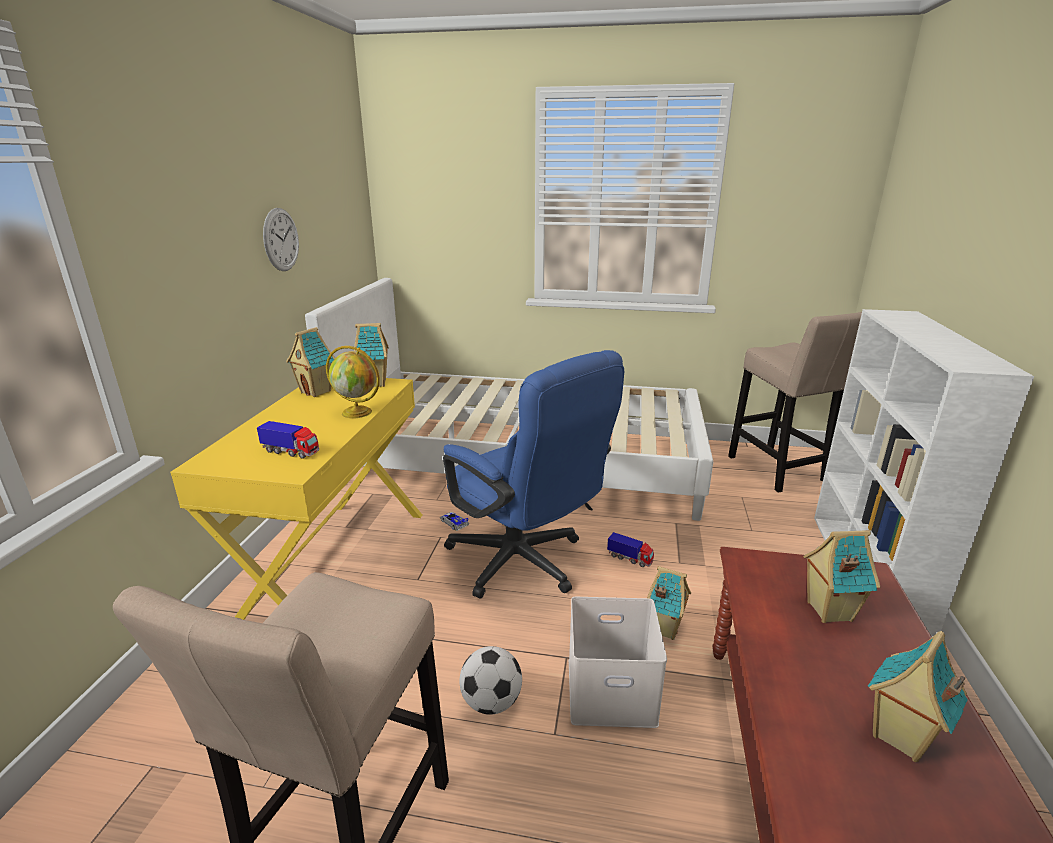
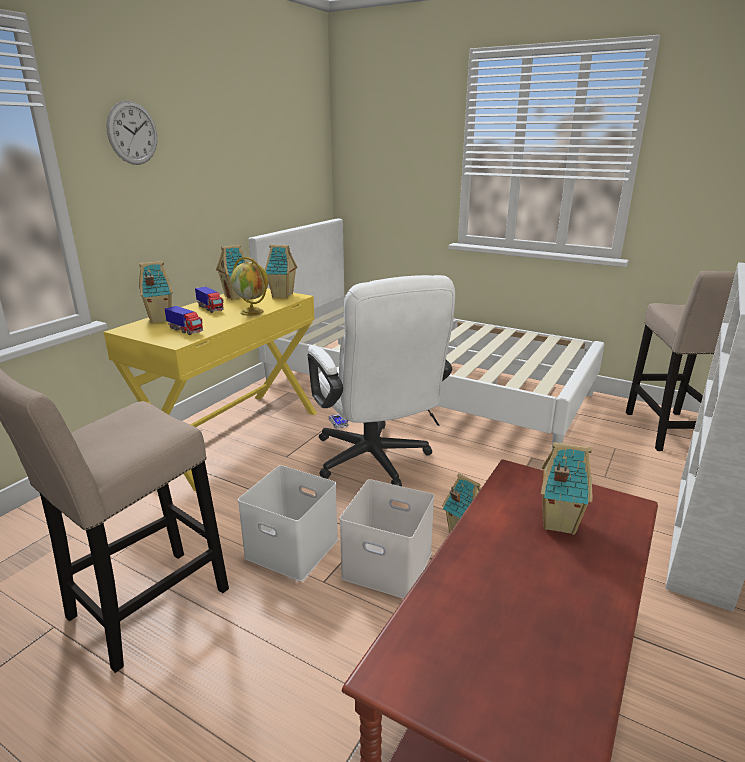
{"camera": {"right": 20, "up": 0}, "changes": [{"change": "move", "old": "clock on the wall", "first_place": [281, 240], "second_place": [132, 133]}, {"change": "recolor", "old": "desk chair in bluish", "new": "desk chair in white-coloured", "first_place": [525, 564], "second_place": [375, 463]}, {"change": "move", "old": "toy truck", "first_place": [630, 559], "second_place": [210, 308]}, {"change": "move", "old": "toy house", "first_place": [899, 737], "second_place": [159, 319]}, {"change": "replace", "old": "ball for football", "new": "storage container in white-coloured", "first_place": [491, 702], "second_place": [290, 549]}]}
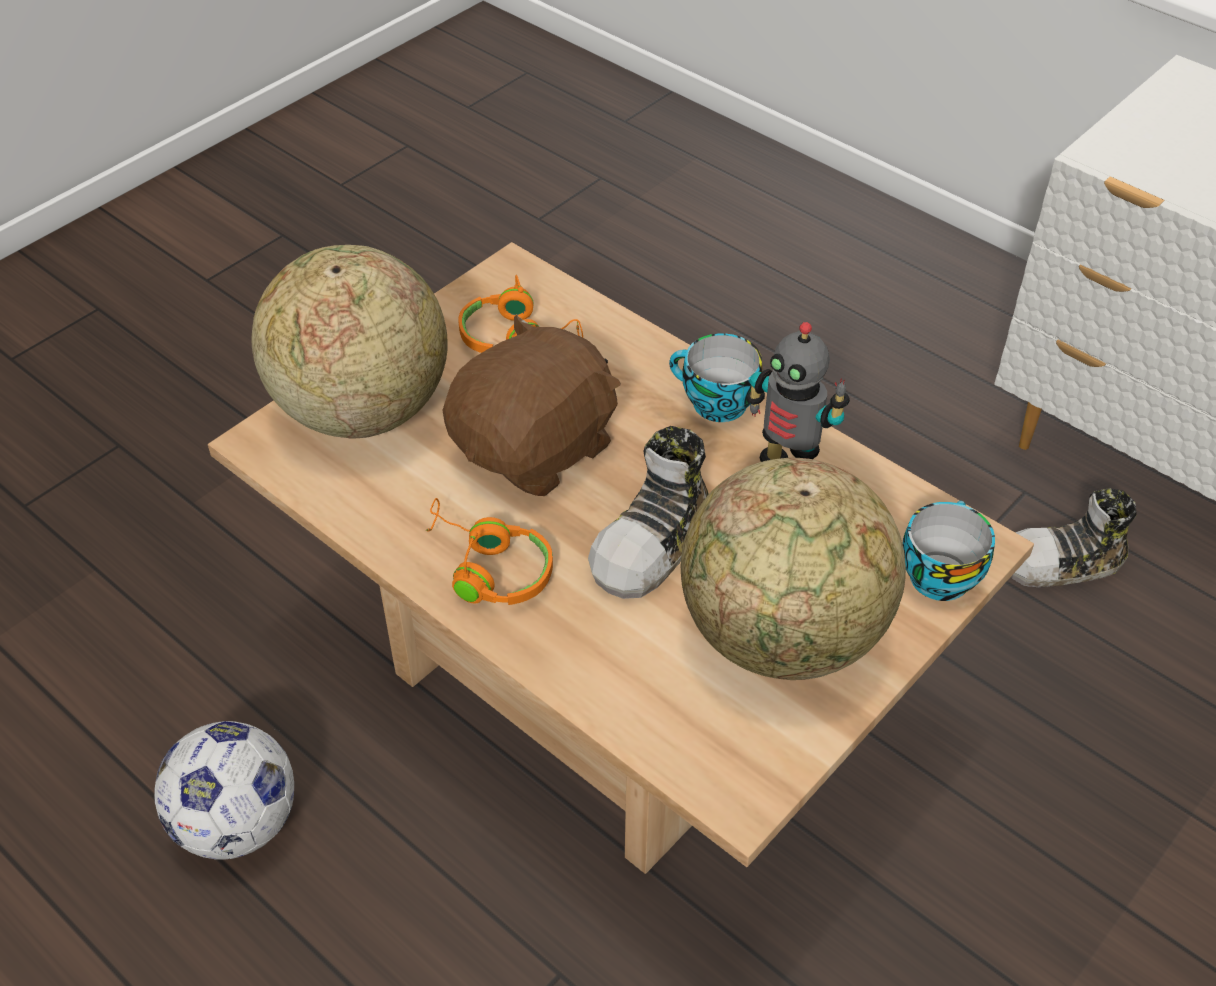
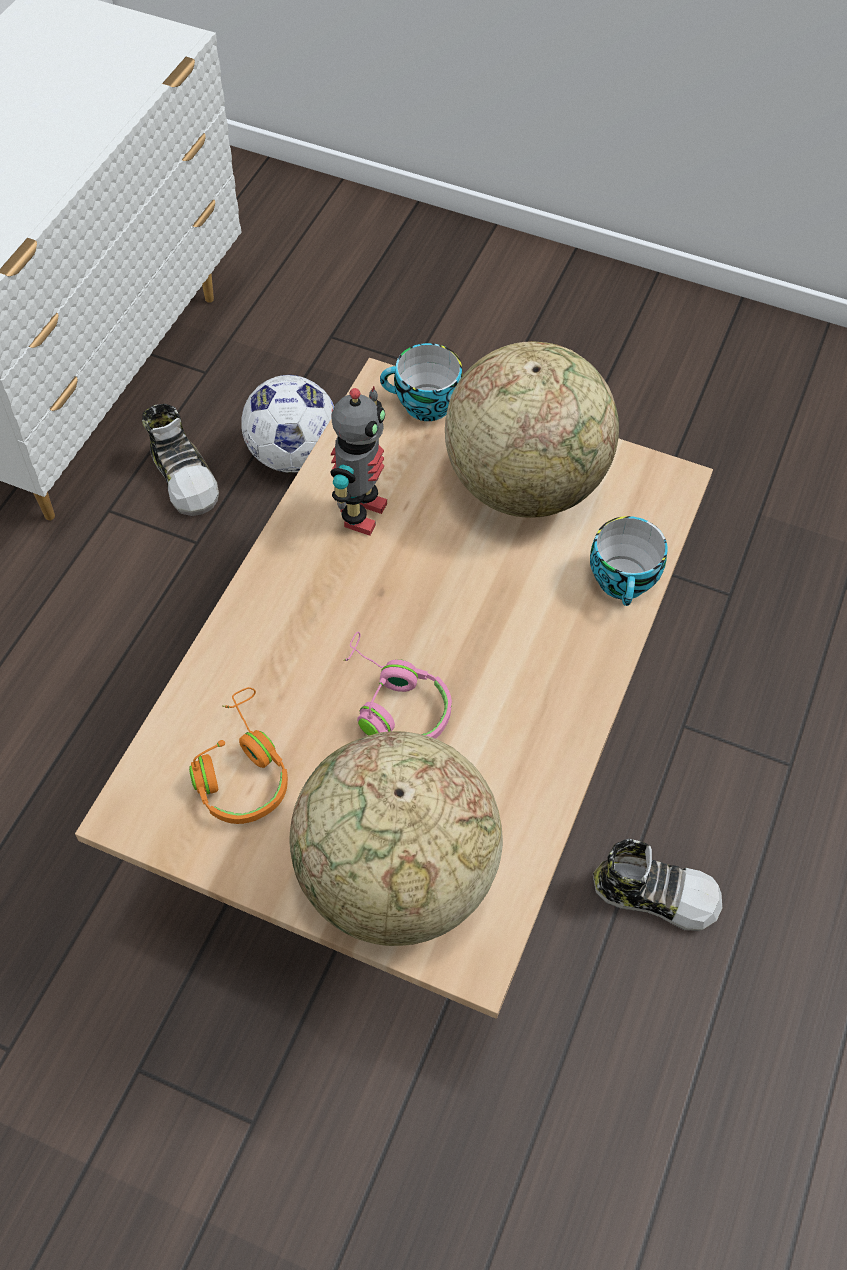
{"camera": {"right": -110, "up": 10}, "changes": [{"change": "replace", "old": "soft toy in brown", "new": "headset in pink-coloured", "first_place": [537, 449], "second_place": [393, 703]}, {"change": "move", "old": "cup", "first_place": [714, 404], "second_place": [624, 582]}, {"change": "move", "old": "shoe", "first_place": [654, 544], "second_place": [655, 893]}, {"change": "delete", "old": "headset in orange", "first_place": [487, 568]}, {"change": "move", "old": "ball for football", "first_place": [237, 824], "second_place": [293, 455]}]}
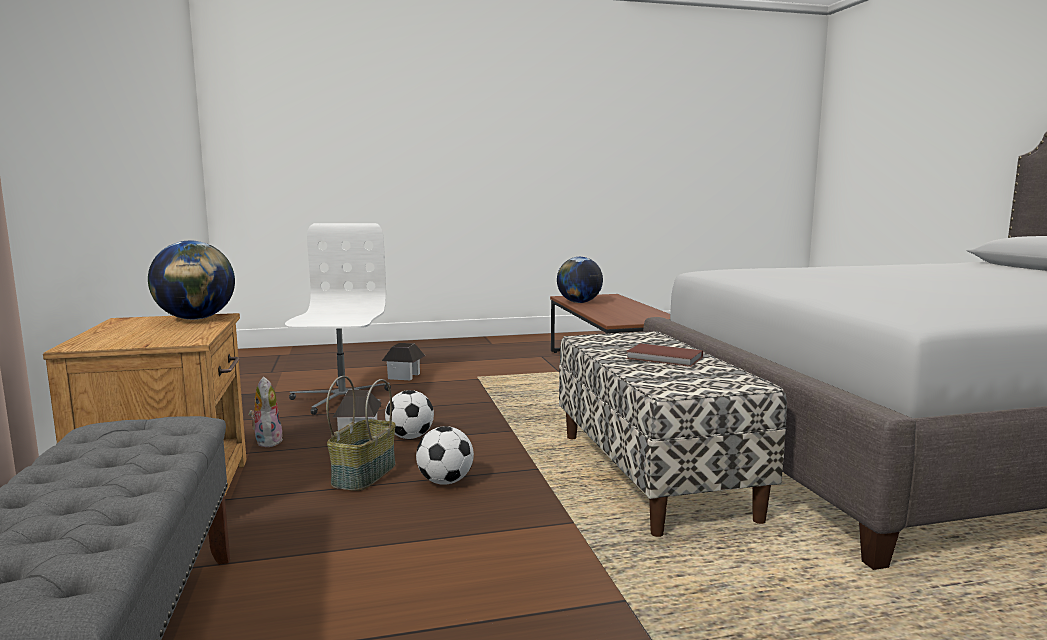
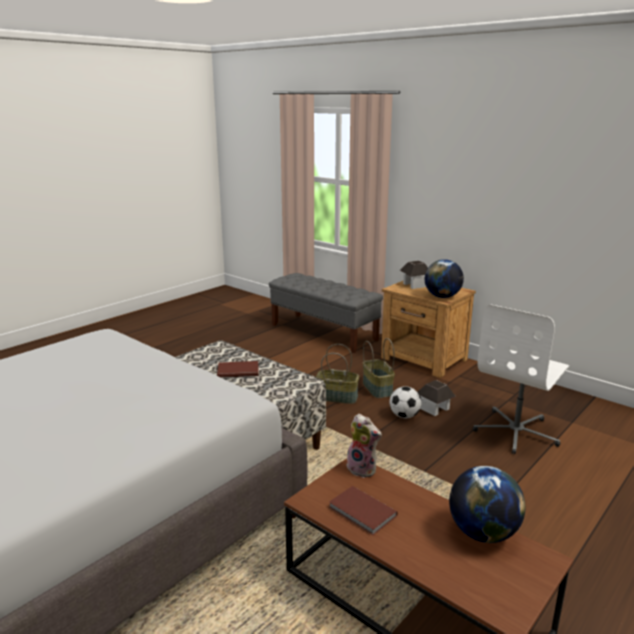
{"camera": {"right": 145, "up": 10}, "changes": [{"change": "rotate", "old": "desk chair in white-coloured", "first_place": [341, 399], "second_place": [516, 432], "degrees": 75}, {"change": "move", "old": "toy house", "first_place": [404, 376], "second_place": [415, 285]}, {"change": "move", "old": "soft toy", "first_place": [267, 441], "second_place": [363, 469]}, {"change": "replace", "old": "ball for football", "new": "basket", "first_place": [445, 482], "second_place": [337, 397]}, {"change": "insert", "new": "volume in brown", "second_place": [362, 513]}]}
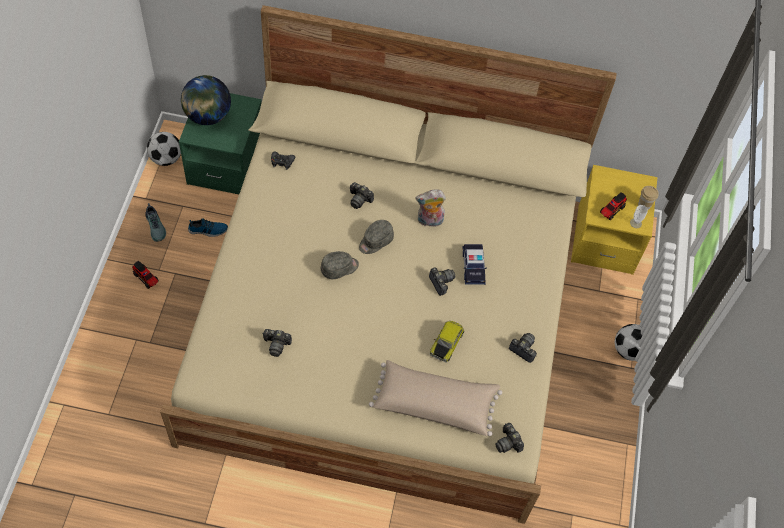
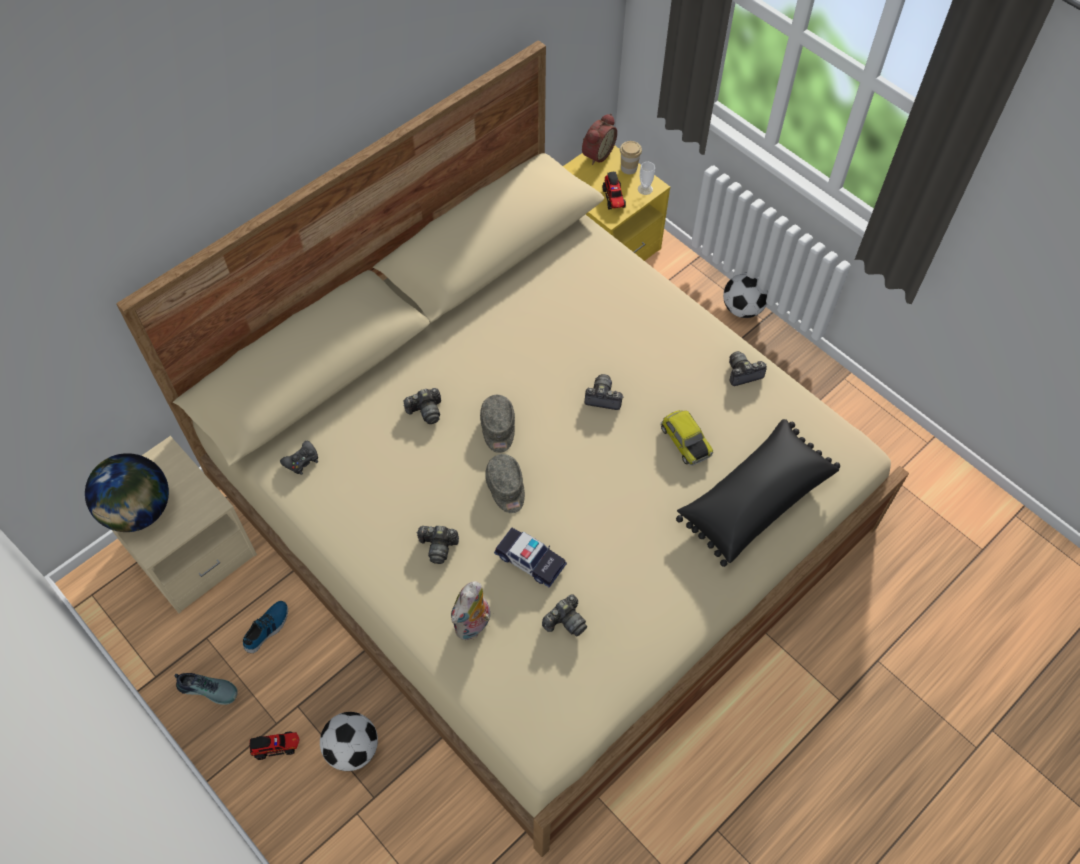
{"camera": {"right": -50, "up": 0}, "changes": [{"change": "recolor", "old": "bedside table in green-coloured", "new": "bedside table in beige-coloured", "first_place": [226, 164], "second_place": [189, 549]}, {"change": "move", "old": "ball for football", "first_place": [166, 159], "second_place": [352, 749]}, {"change": "move", "old": "soft toy", "first_place": [429, 221], "second_place": [473, 625]}, {"change": "move", "old": "miniature car", "first_place": [473, 267], "second_place": [530, 560]}, {"change": "rotate", "old": "peaked cap in gray", "first_place": [339, 268], "second_place": [506, 488], "degrees": 150}, {"change": "recolor", "old": "cushion in beige-coloured", "new": "cushion in blackish", "first_place": [434, 403], "second_place": [753, 499]}, {"change": "move", "old": "photo camera", "first_place": [508, 442], "second_place": [438, 546]}, {"change": "insert", "new": "bedside clock", "second_place": [596, 154]}]}
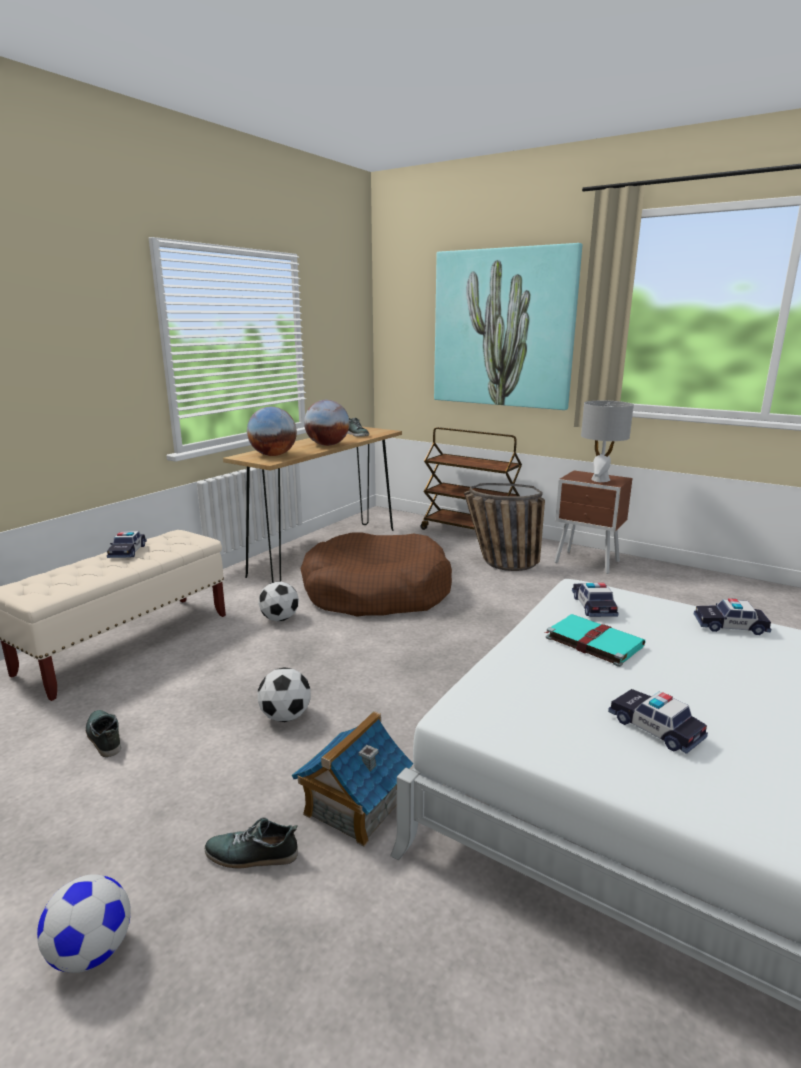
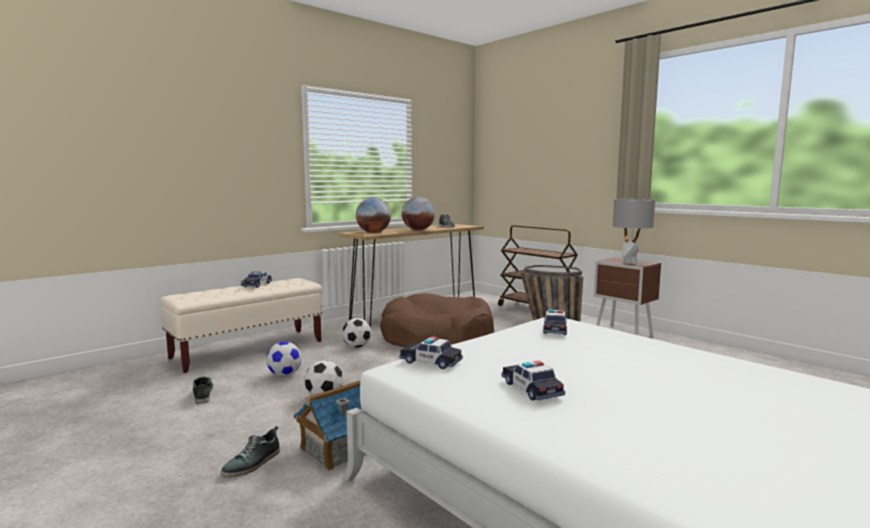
{"camera": {"right": 15, "up": -10}, "changes": [{"change": "delete", "old": "wall art", "first_place": [503, 329]}, {"change": "move", "old": "miniature car", "first_place": [730, 626], "second_place": [430, 361]}, {"change": "delete", "old": "volume in turquoise", "first_place": [592, 641]}, {"change": "rotate", "old": "shoe", "first_place": [252, 855], "second_place": [252, 463], "degrees": -75}, {"change": "move", "old": "ball for football", "first_place": [92, 951], "second_place": [285, 375]}]}
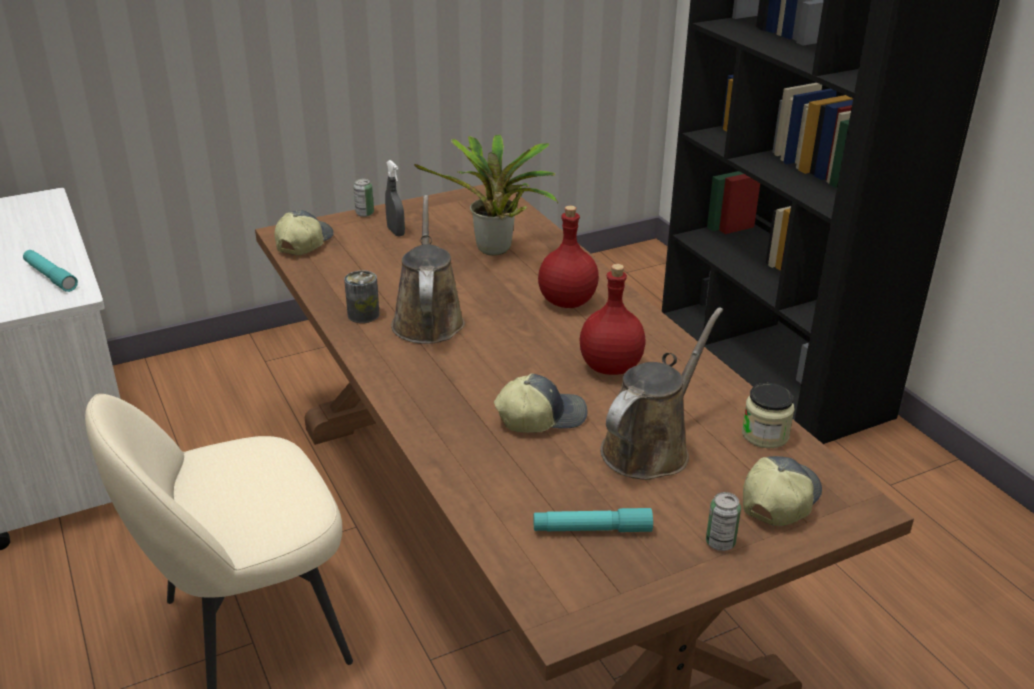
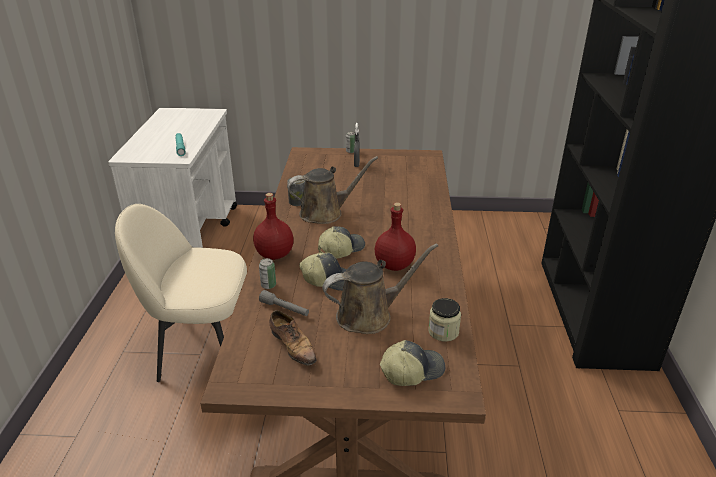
{"camera": {"right": 30, "up": 0}, "changes": [{"change": "delete", "old": "houseplant", "first_place": [496, 251]}, {"change": "rotate", "old": "watering can in brown", "first_place": [428, 320], "second_place": [325, 213], "degrees": 45}, {"change": "move", "old": "drink bottle in reddish", "first_place": [566, 301], "second_place": [274, 254]}, {"change": "move", "old": "peaked cap", "first_place": [303, 243], "second_place": [340, 249]}, {"change": "move", "old": "sealed can", "first_place": [720, 543], "second_place": [268, 285]}, {"change": "replace", "old": "torch in turquoise", "new": "shoe", "first_place": [592, 529], "second_place": [293, 346]}, {"change": "insert", "new": "torch in gray", "second_place": [284, 309]}]}
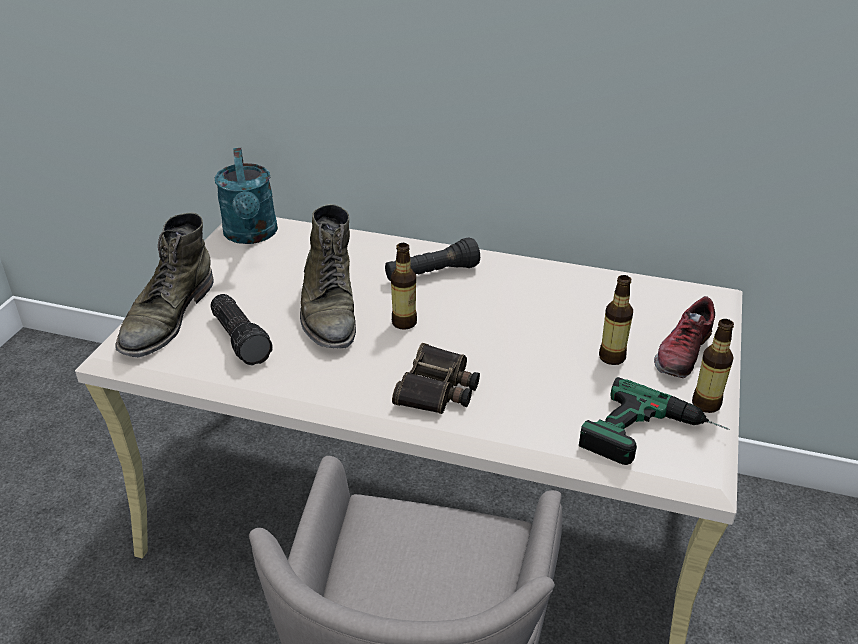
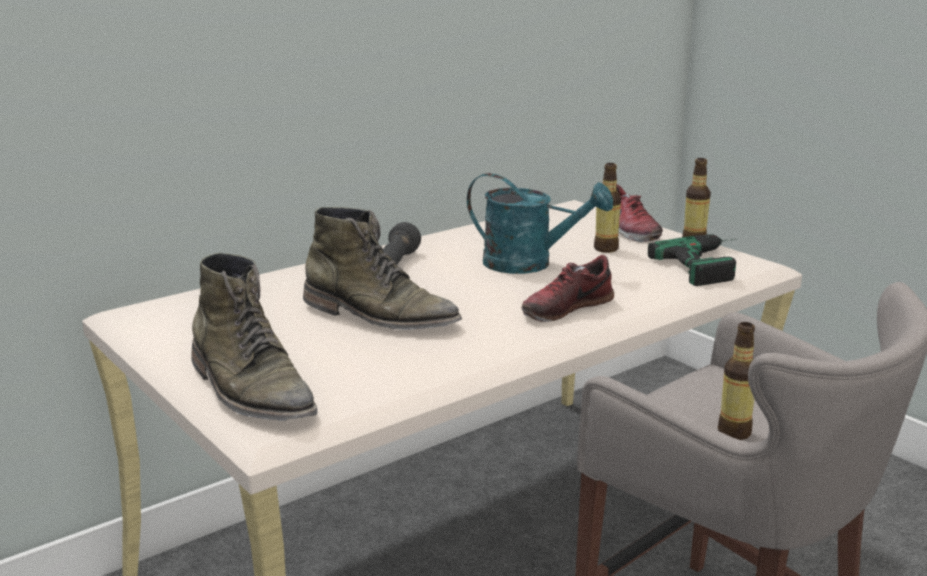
{"camera": {"right": -55, "up": -15}, "changes": [{"change": "move", "old": "watering can in turquoise", "first_place": [251, 235], "second_place": [529, 264]}, {"change": "move", "old": "drink bottle", "first_place": [404, 322], "second_place": [734, 432]}, {"change": "delete", "old": "torch", "first_place": [242, 339]}, {"change": "replace", "old": "pair of binoculars", "new": "shoe", "first_place": [438, 389], "second_place": [566, 308]}]}
